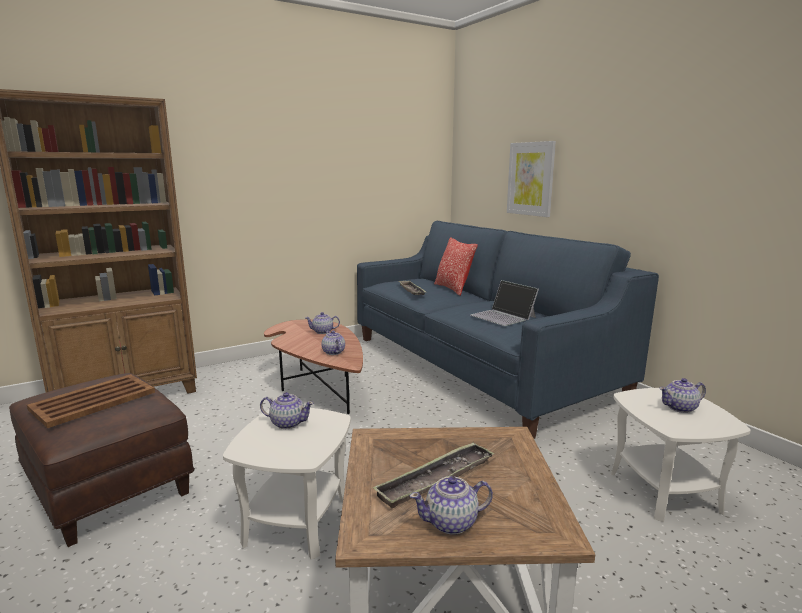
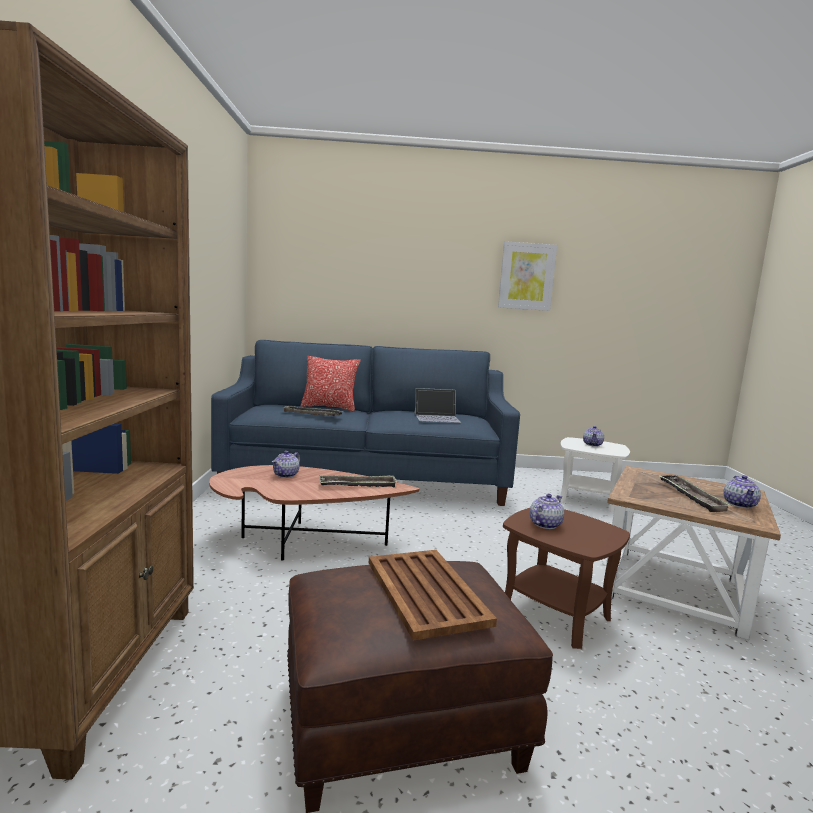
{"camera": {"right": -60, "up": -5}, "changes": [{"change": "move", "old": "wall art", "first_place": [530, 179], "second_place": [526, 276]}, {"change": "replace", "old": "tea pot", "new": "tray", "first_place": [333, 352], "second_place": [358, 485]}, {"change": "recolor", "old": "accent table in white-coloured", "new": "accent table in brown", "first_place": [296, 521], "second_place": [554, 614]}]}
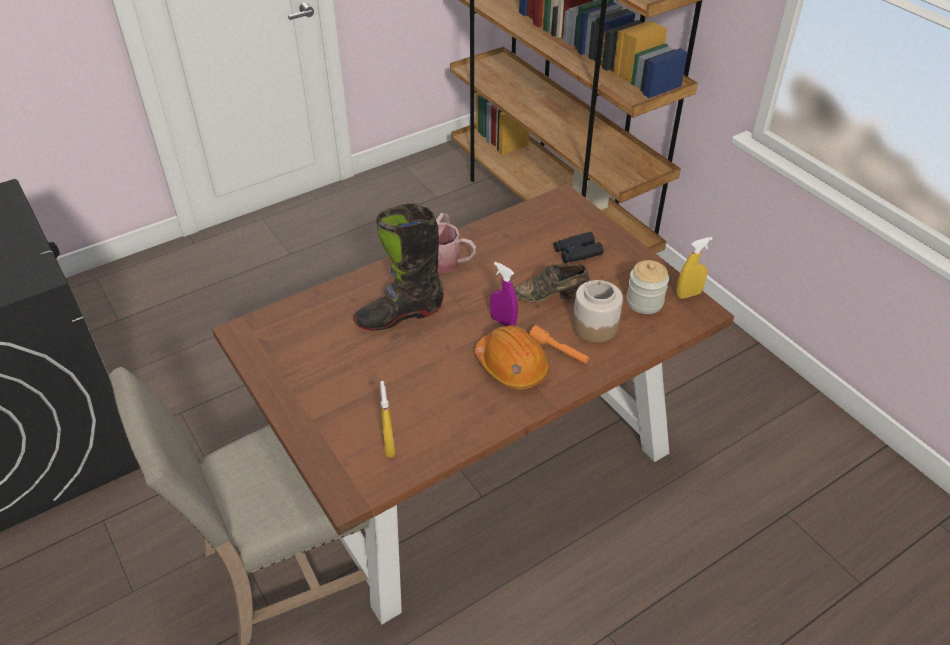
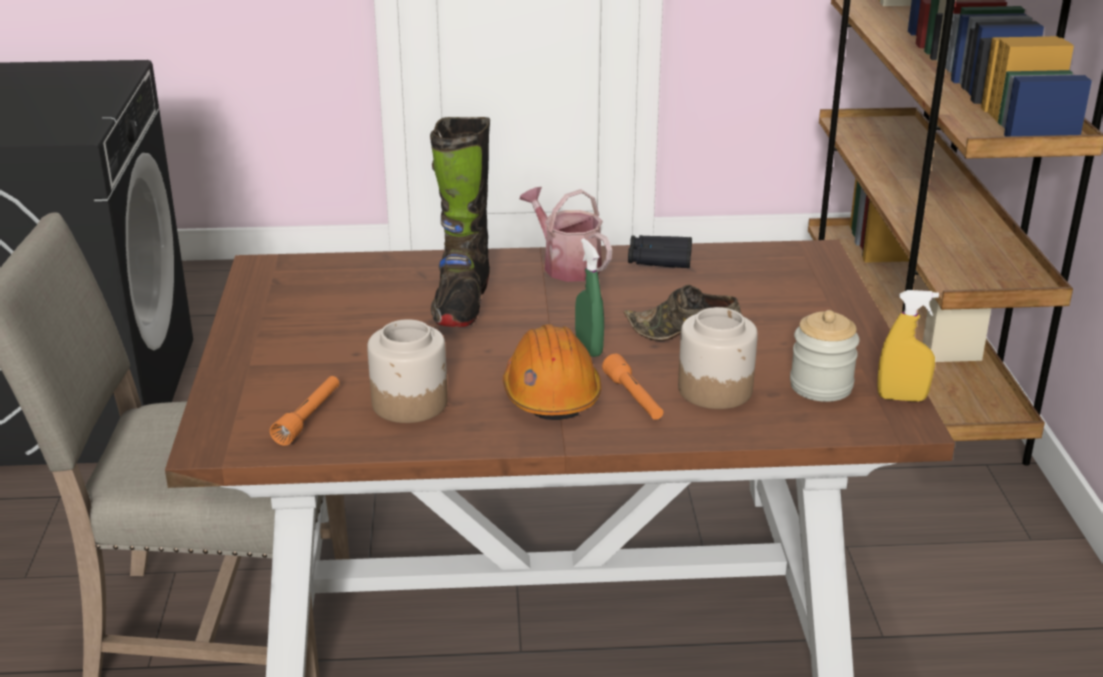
{"camera": {"right": 30, "up": -15}, "changes": [{"change": "rotate", "old": "tall boot in blackish", "first_place": [399, 315], "second_place": [461, 303], "degrees": -90}, {"change": "move", "old": "pair of binoculars in blackish", "first_place": [577, 252], "second_place": [659, 259]}, {"change": "recolor", "old": "hand sprayer in purple-coloured", "new": "hand sprayer in green-coloured", "first_place": [503, 322], "second_place": [589, 348]}, {"change": "replace", "old": "hand sprayer in yellow", "new": "torch in orange", "first_place": [389, 446], "second_place": [309, 418]}, {"change": "insert", "new": "jar", "second_place": [410, 403]}]}
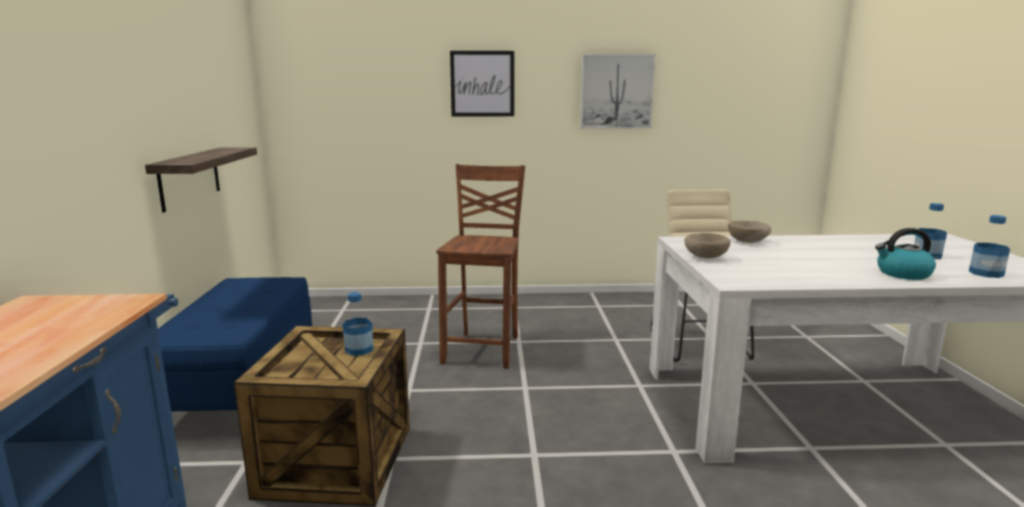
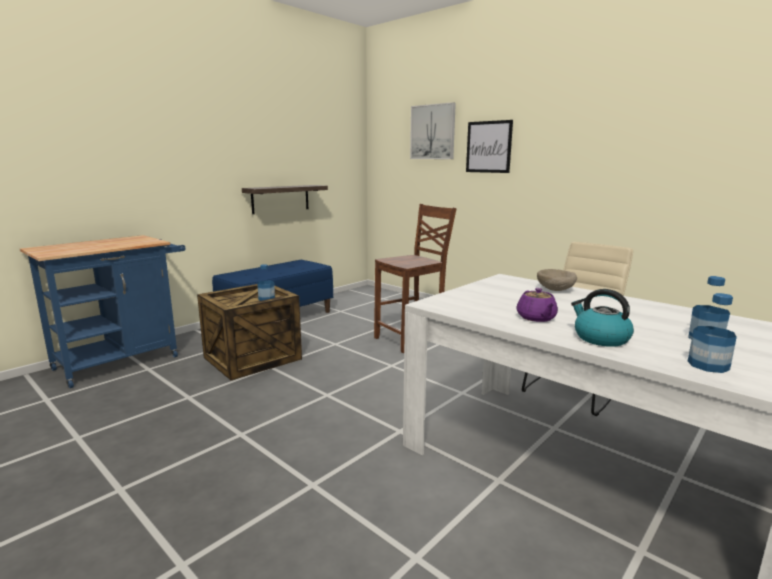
{"camera": {"right": 45, "up": 0}, "changes": [{"change": "move", "old": "wall art", "first_place": [616, 91], "second_place": [433, 132]}, {"change": "delete", "old": "deep dish in beige-coloured", "first_place": [705, 257]}, {"change": "insert", "new": "tea pot in purple-coloured", "second_place": [536, 318]}]}
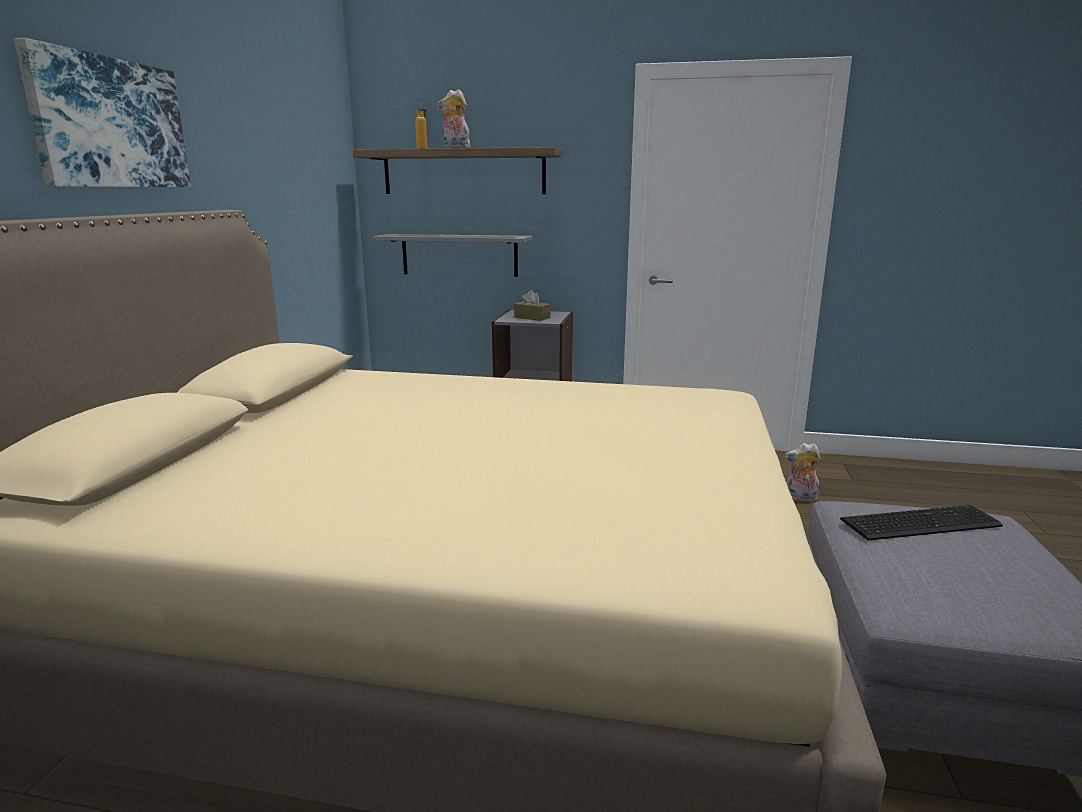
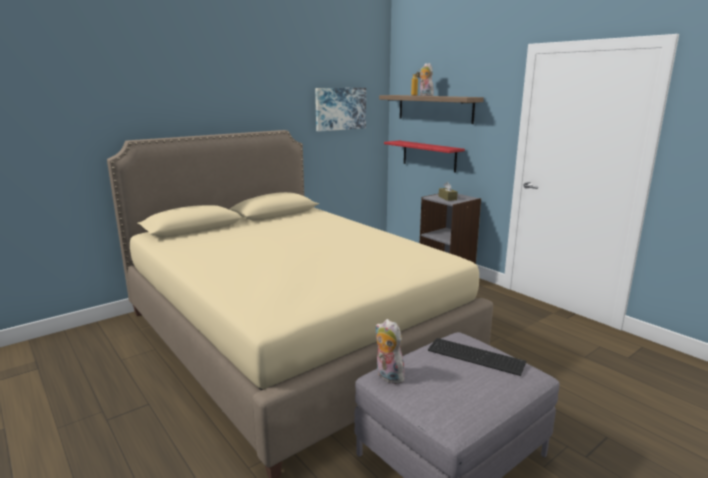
{"camera": {"right": 40, "up": 0}, "changes": [{"change": "move", "old": "wall art", "first_place": [109, 123], "second_place": [340, 108]}, {"change": "recolor", "old": "shelf in gray", "new": "shelf in reddish", "first_place": [459, 255], "second_place": [429, 156]}, {"change": "move", "old": "soft toy", "first_place": [800, 498], "second_place": [387, 376]}]}
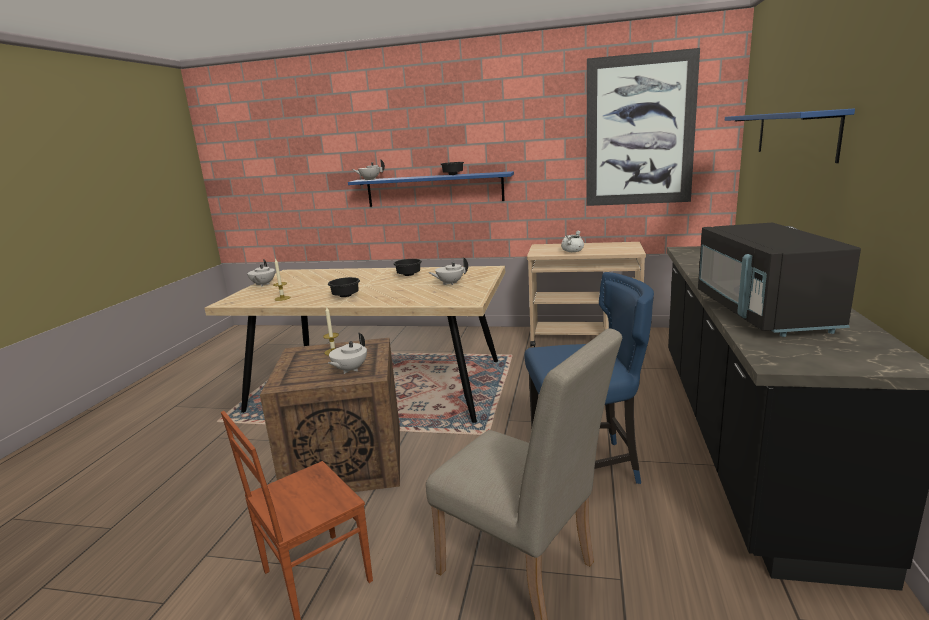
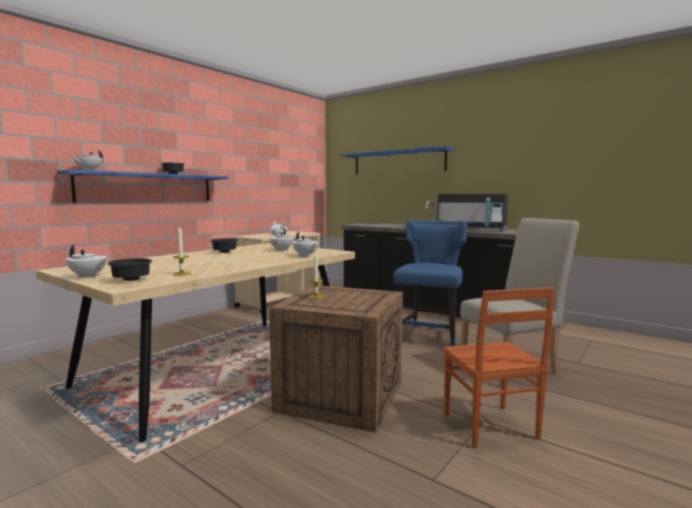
{"camera": {"right": -65, "up": -10}, "changes": [{"change": "delete", "old": "wall art", "first_place": [639, 131]}, {"change": "move", "old": "deep dish in blackish", "first_place": [344, 296], "second_place": [130, 280]}, {"change": "move", "old": "tea pot in white-coloured", "first_place": [349, 370], "second_place": [305, 255]}]}
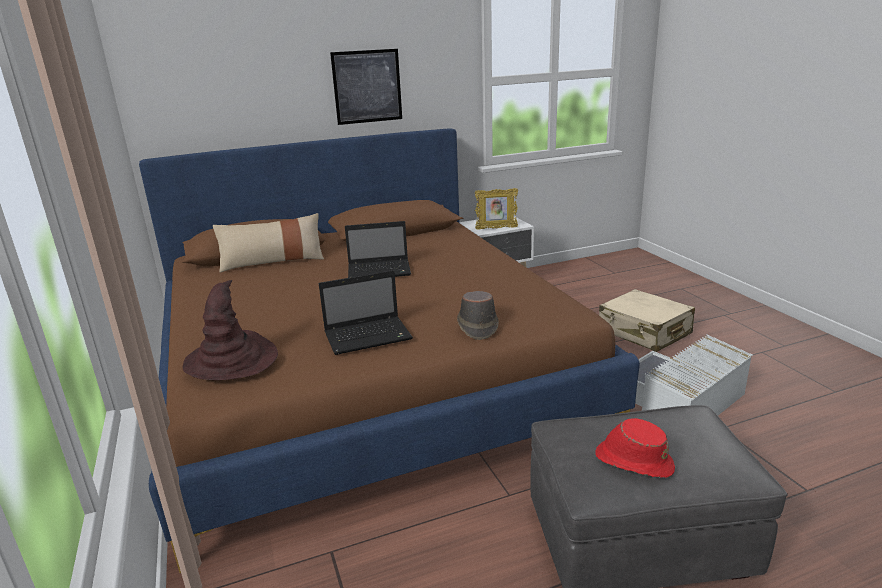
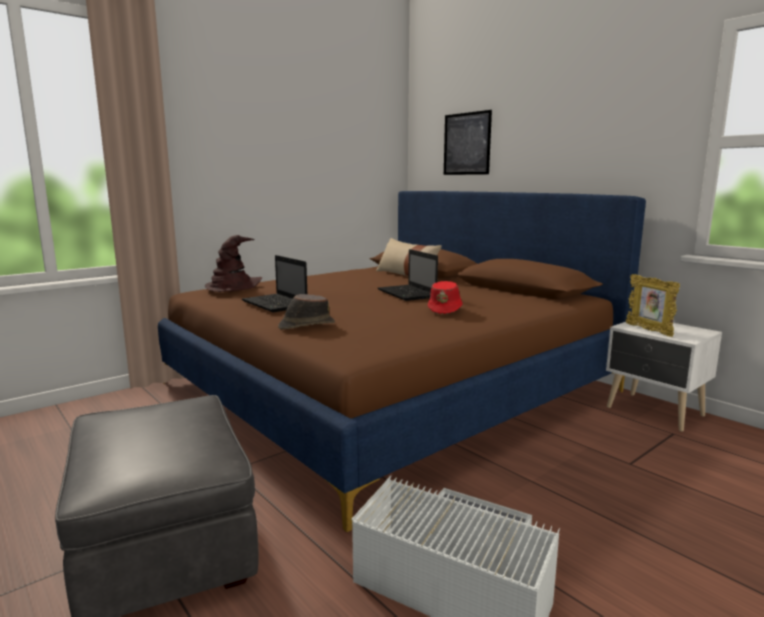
{"camera": {"right": 70, "up": -10}, "changes": [{"change": "move", "old": "wall art", "first_place": [367, 86], "second_place": [466, 144]}, {"change": "delete", "old": "suitcase in beige-coloured", "first_place": [644, 332]}, {"change": "move", "old": "hat in reddish", "first_place": [633, 461], "second_place": [445, 309]}]}
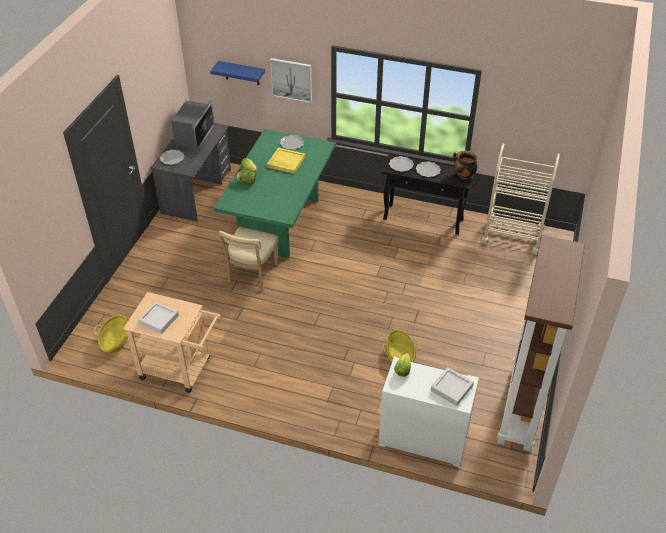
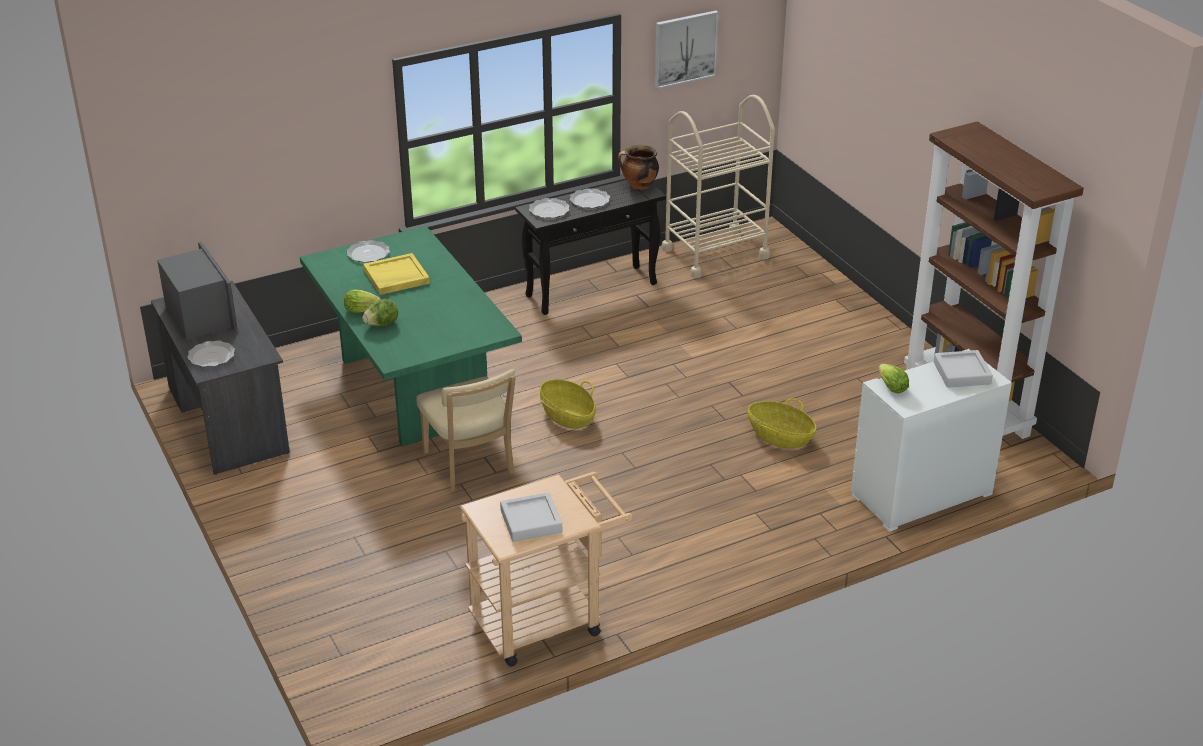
{"camera": {"right": -45, "up": -10}, "changes": [{"change": "move", "old": "wall art", "first_place": [291, 80], "second_place": [685, 48]}, {"change": "delete", "old": "shelf in bluish", "first_place": [242, 73]}, {"change": "move", "old": "basket", "first_place": [115, 341], "second_place": [567, 416]}]}
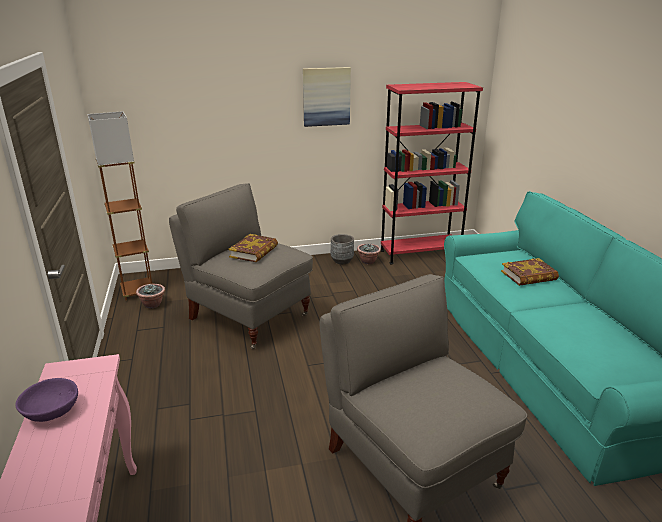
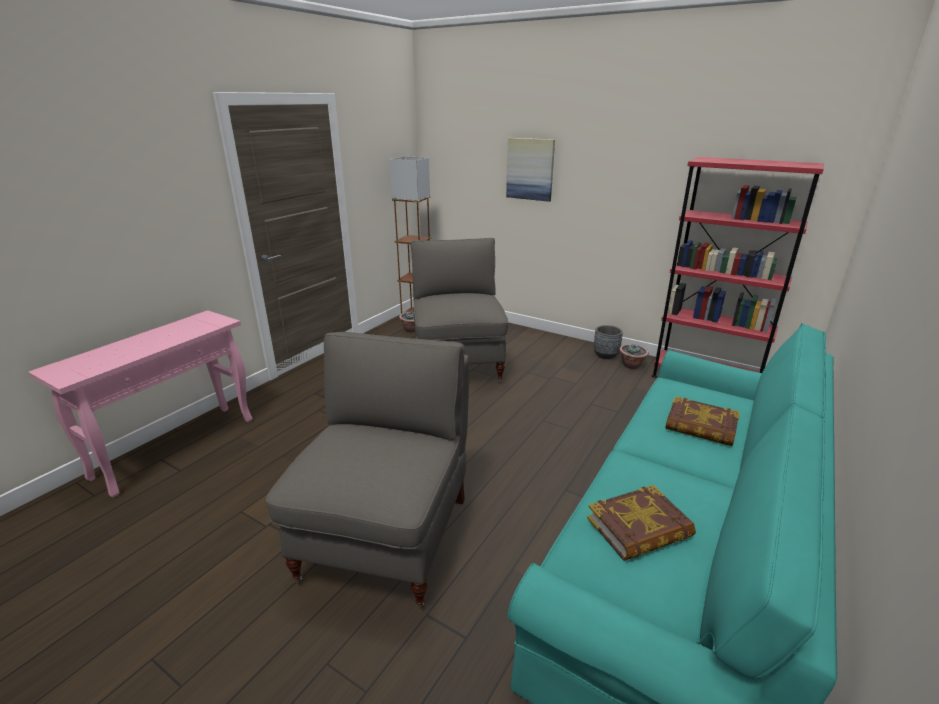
{"camera": {"right": 45, "up": 0}, "changes": [{"change": "move", "old": "wall art", "first_place": [326, 96], "second_place": [530, 169]}, {"change": "move", "old": "volume", "first_place": [254, 251], "second_place": [639, 528]}, {"change": "delete", "old": "deep dish in purple-coloured", "first_place": [52, 412]}]}
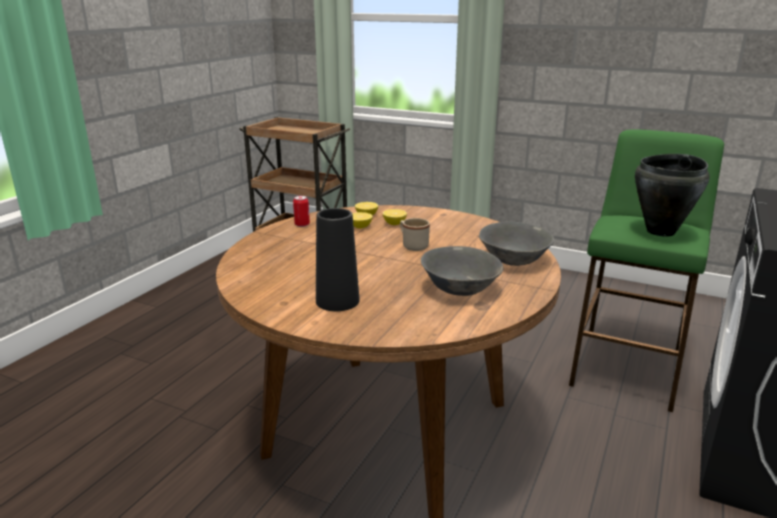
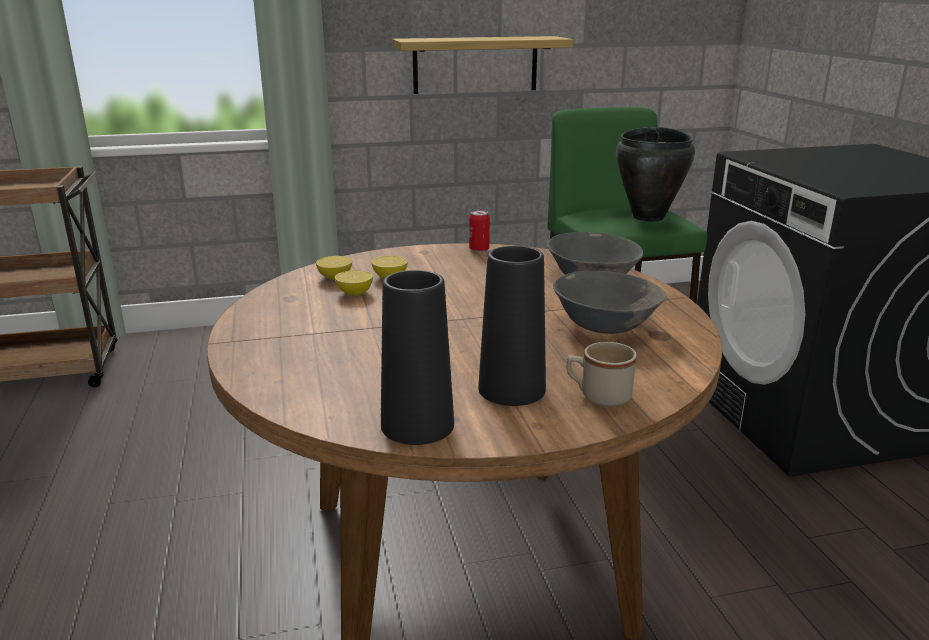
{"camera": {"right": -40, "up": 0}, "changes": [{"change": "move", "old": "sealed can", "first_place": [302, 225], "second_place": [479, 250]}, {"change": "move", "old": "coffee mug in beige-coloured", "first_place": [412, 245], "second_place": [598, 396]}, {"change": "insert", "new": "shelf", "second_place": [475, 64]}, {"change": "insert", "new": "flower vase in blackish", "second_place": [417, 425]}]}
